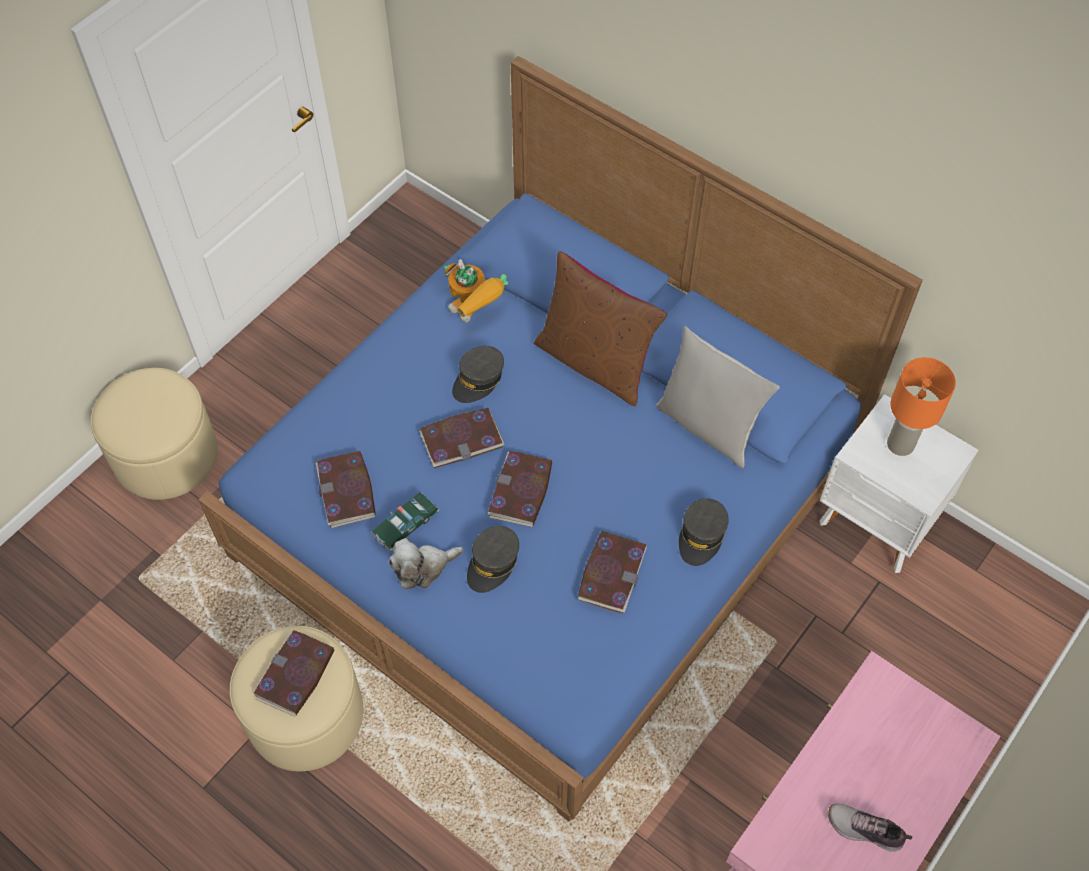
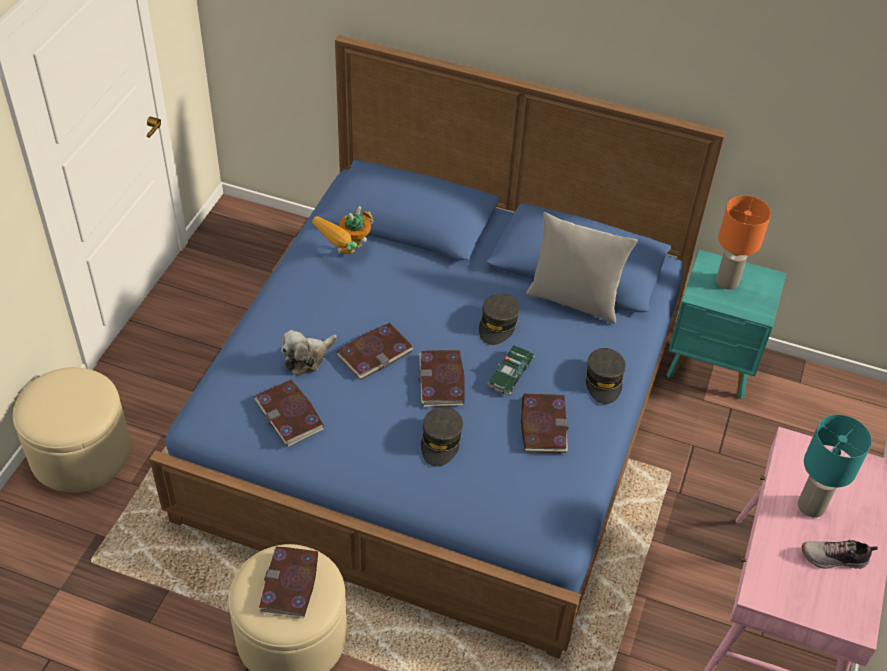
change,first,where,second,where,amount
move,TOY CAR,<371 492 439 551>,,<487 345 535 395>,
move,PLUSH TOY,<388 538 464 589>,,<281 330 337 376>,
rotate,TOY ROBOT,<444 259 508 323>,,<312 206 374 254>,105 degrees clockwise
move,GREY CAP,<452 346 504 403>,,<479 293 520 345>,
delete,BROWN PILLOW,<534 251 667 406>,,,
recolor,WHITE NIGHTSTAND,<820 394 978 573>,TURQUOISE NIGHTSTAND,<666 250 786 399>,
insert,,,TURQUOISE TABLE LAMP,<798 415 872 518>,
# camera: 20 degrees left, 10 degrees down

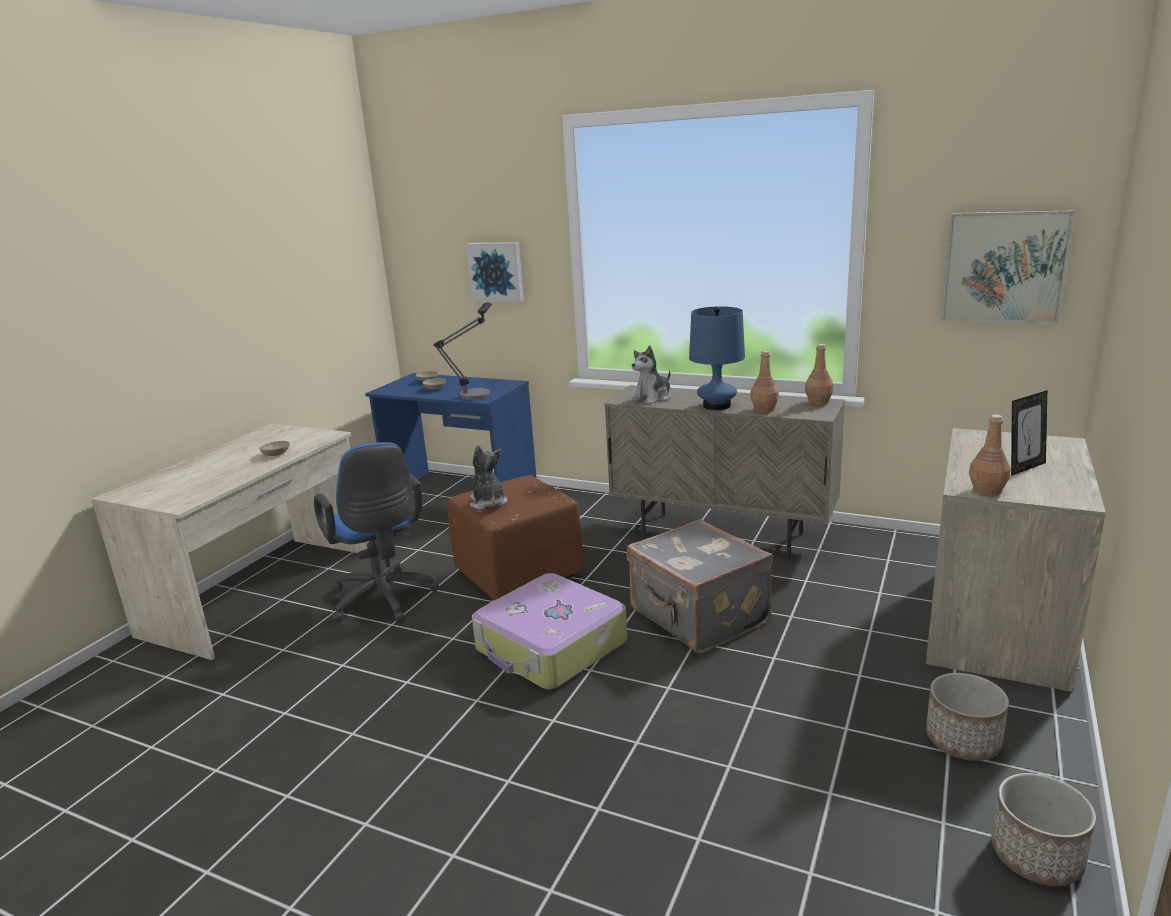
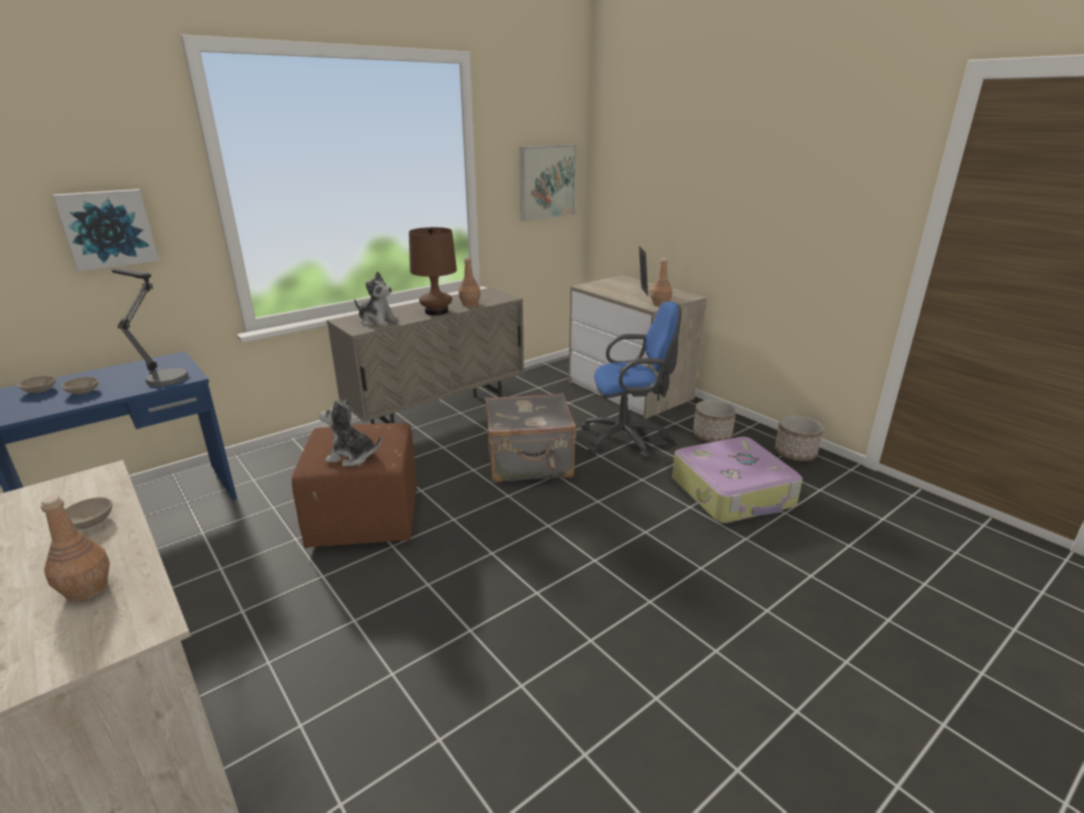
change,first,where,second,where,amount
move,BLUE OFFICE CHAIR,<314 442 439 623>,,<581 302 682 459>,
move,SUITCASE,<472 573 627 689>,,<672 437 803 523>,
rotate,PLUSH TOY,<631 345 671 405>,,<354 271 398 327>,45 degrees counterclockwise
recolor,BLUE TABLE LAMP,<689 306 745 410>,BROWN TABLE LAMP,<409 227 457 315>,
move,BROWN BOTTLE,<805 344 834 405>,,<41 495 110 602>,
# camera: 65 degrees left, 5 degrees up

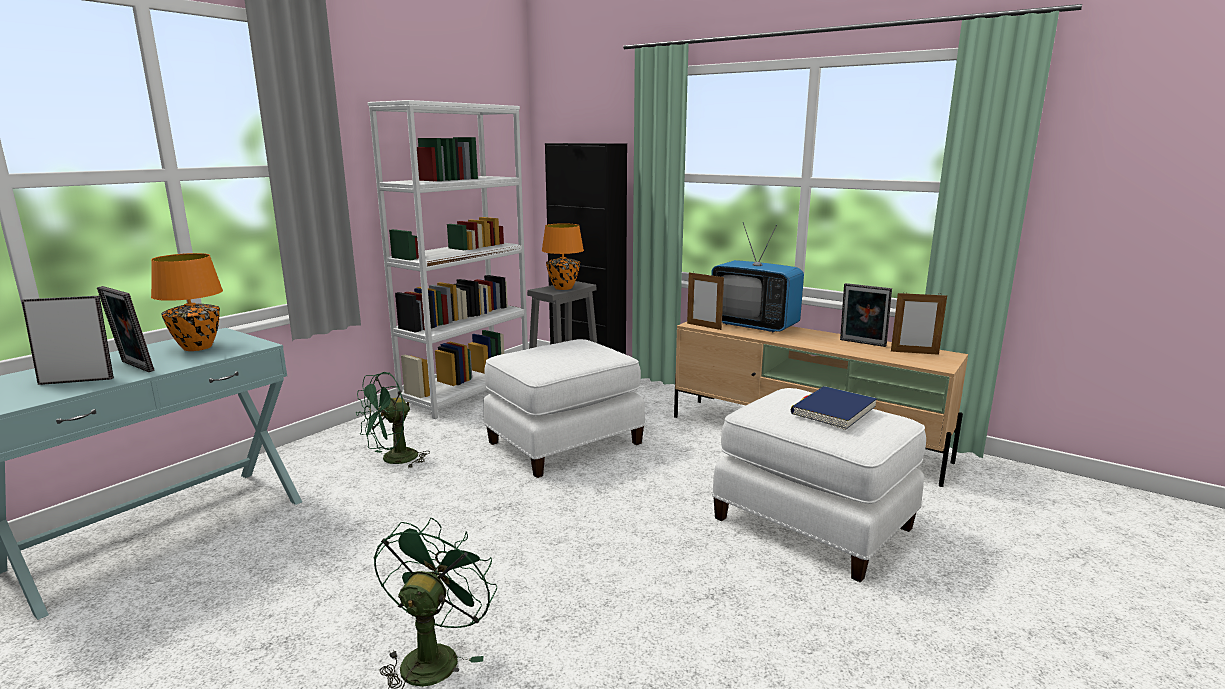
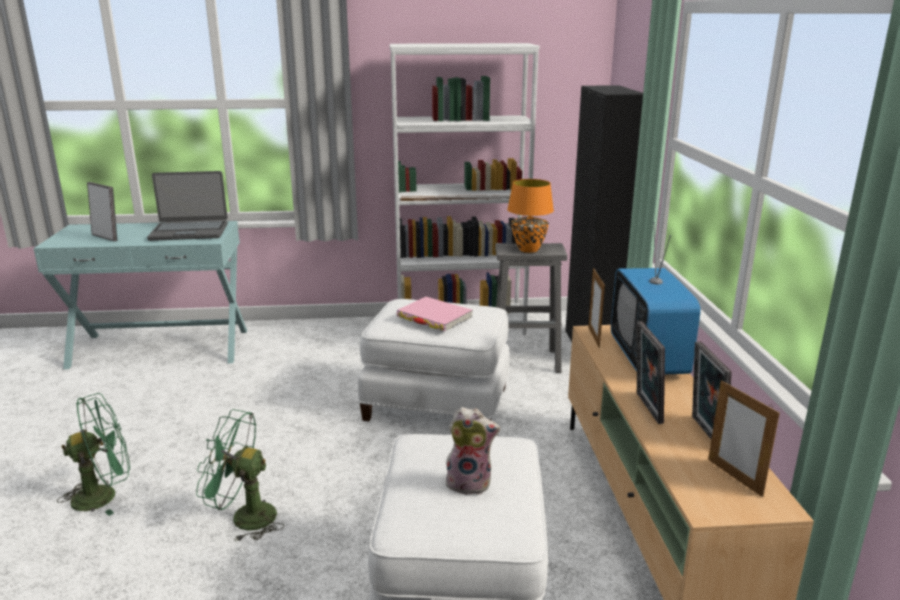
change,first,where,second,where,amount
move,PICTURE FRAME,<97 286 155 372>,,<637 321 665 424>,
replace,ORANGE TABLE LAMP,<151 253 223 351>,LAPTOP,<147 171 228 241>,
move,GREEN FAN,<356 372 430 468>,,<196 409 284 542>,
replace,BLUE BOOK,<790 386 877 430>,PLUSH TOY,<446 407 500 495>,
insert,,,PINK BOOK,<396 297 473 331>,
# camera: 50 degrees right, 5 degrees up

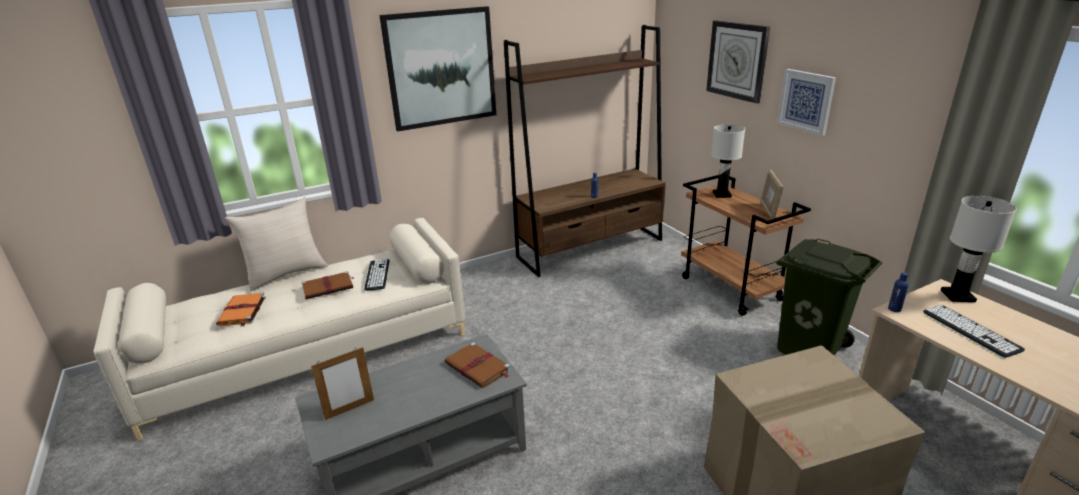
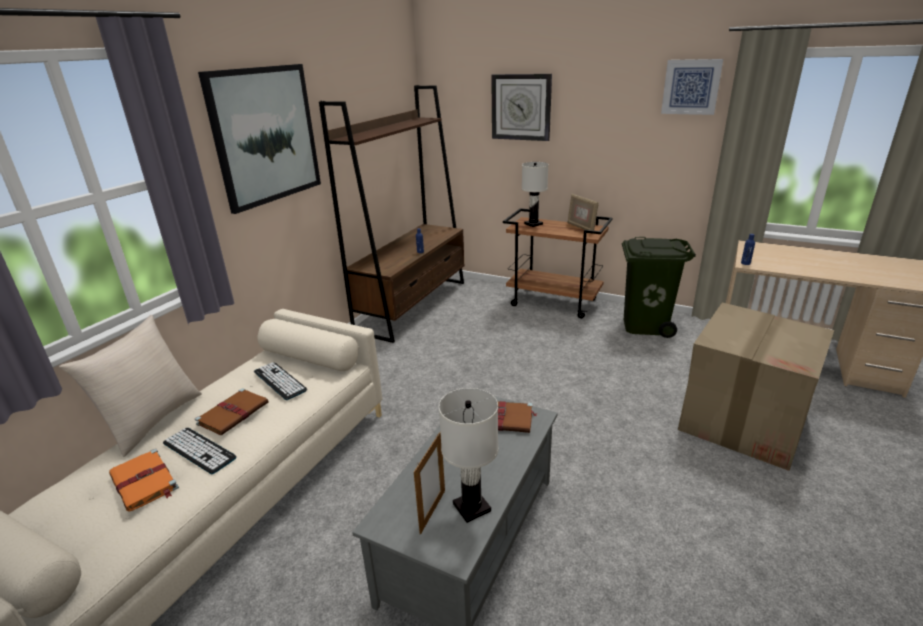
change,first,where,second,where,amount
move,PICTURE,<778 69 836 136>,,<661 59 723 115>,
move,KEYBOARD,<923 305 1025 358>,,<163 428 237 474>,
move,WHITE TABLE LAMP,<941 196 1017 302>,,<439 388 498 523>,
# camera: 35 degrees left, 0 degrees up

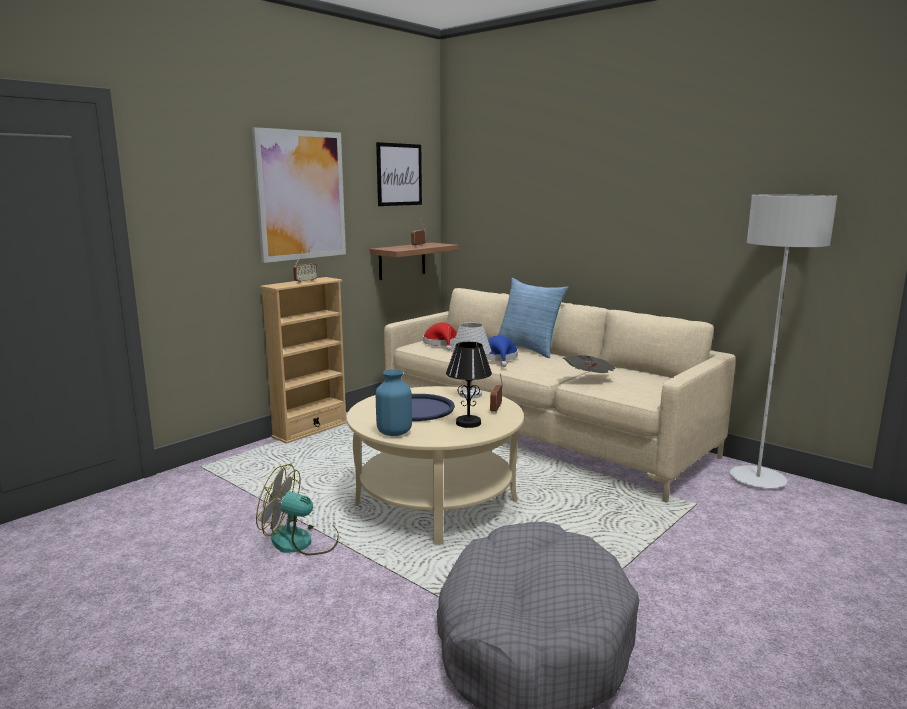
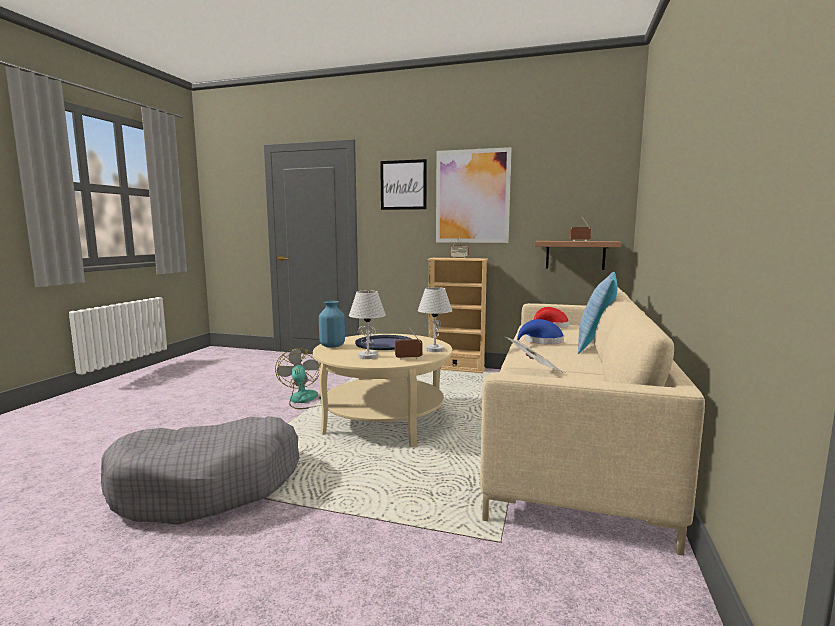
change,first,where,second,where,amount
move,PICTURE,<376 142 422 206>,,<380 159 427 210>,
recolor,BLACK TABLE LAMP,<446 342 492 428>,WHITE TABLE LAMP,<349 290 386 359>,
delete,GREY FLOOR LAMP,<730 194 837 488>,,,
# camera: 65 degrees right, 5 degrees down

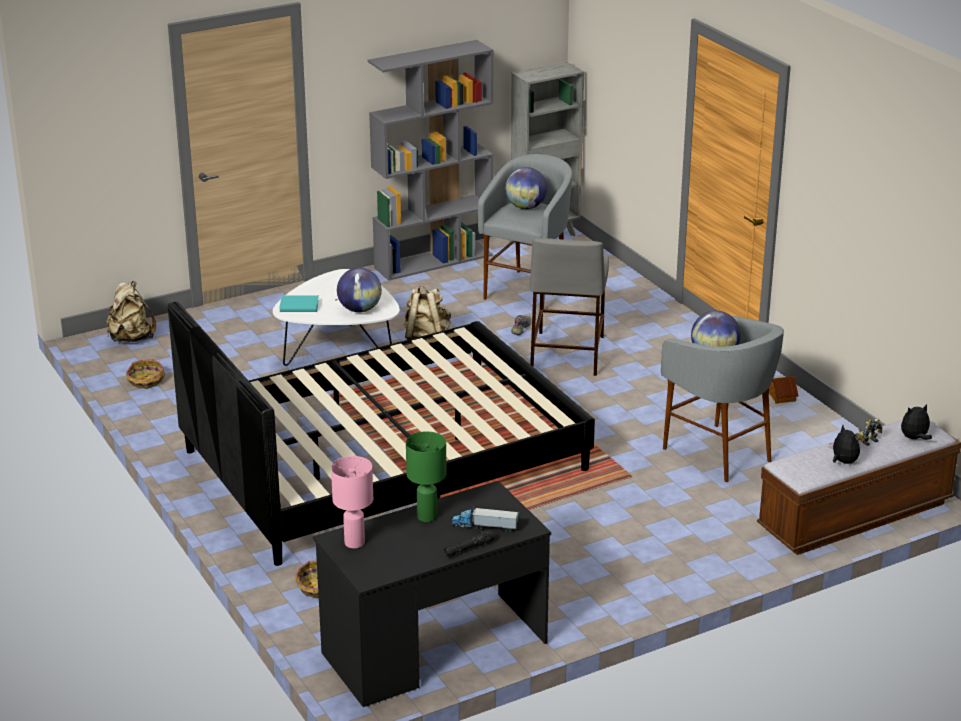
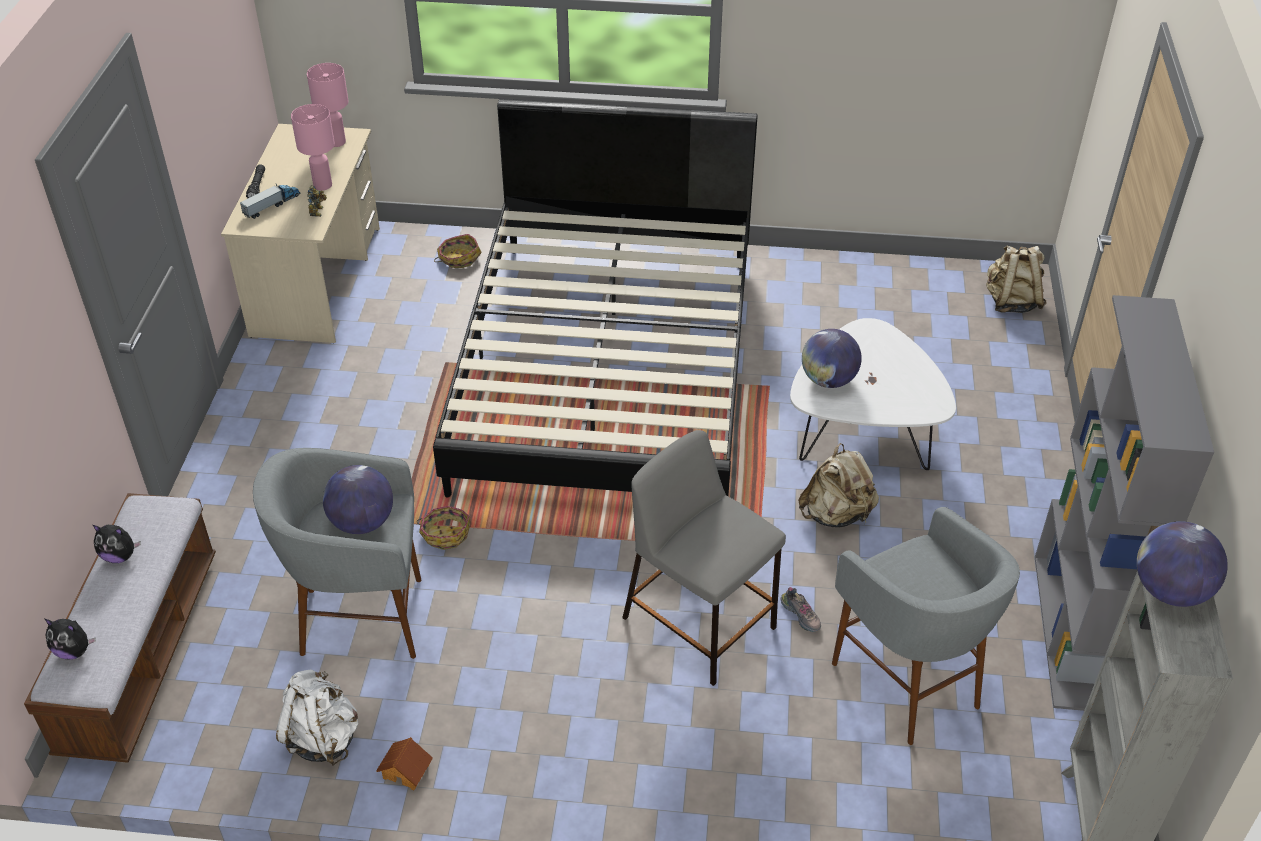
change,first,where,second,where,amount
move,BASKET,<126 359 165 389>,,<417 506 471 550>,
delete,TURQUOISE BOOK,<280 296 319 312>,,,
recolor,BLACK DESK,<313 481 551 707>,BEIGE DESK,<221 124 380 343>,
recolor,GREEN TABLE LAMP,<406 431 446 522>,PINK TABLE LAMP,<291 104 335 191>,
move,GLOBE,<505 167 547 209>,,<1137 521 1228 607>,
move,TOY ROBOT,<856 419 883 446>,,<307 185 327 217>,
rotate,PLUSH TOY,<901 404 932 440>,,<45 619 96 660>,90 degrees clockwise
insert,,,WHITE BACKPACK,<276 669 359 765>,
# camera: 125 degrees right, 15 degrees up

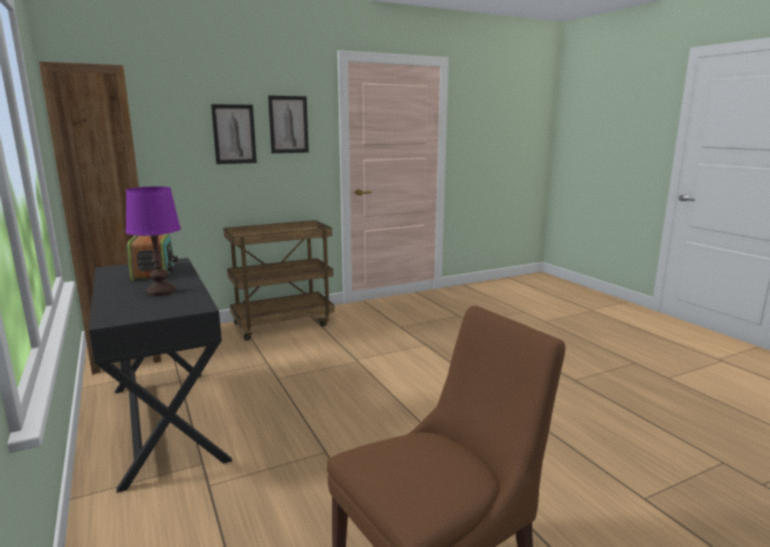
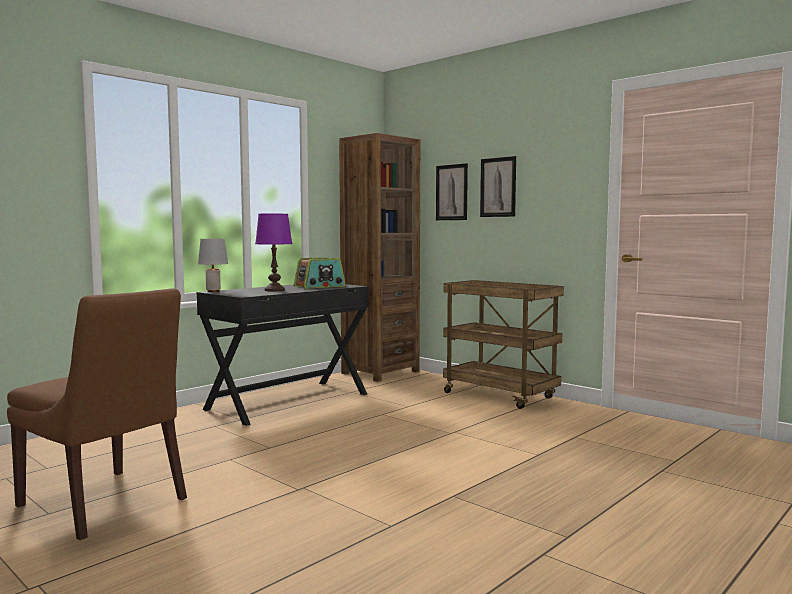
change,first,where,second,where,amount
move,PICTURE,<268 95 309 153>,,<436 163 468 220>,
insert,,,GREY TABLE LAMP,<198 239 228 292>,
# camera: 70 degrees right, 10 degrees down

